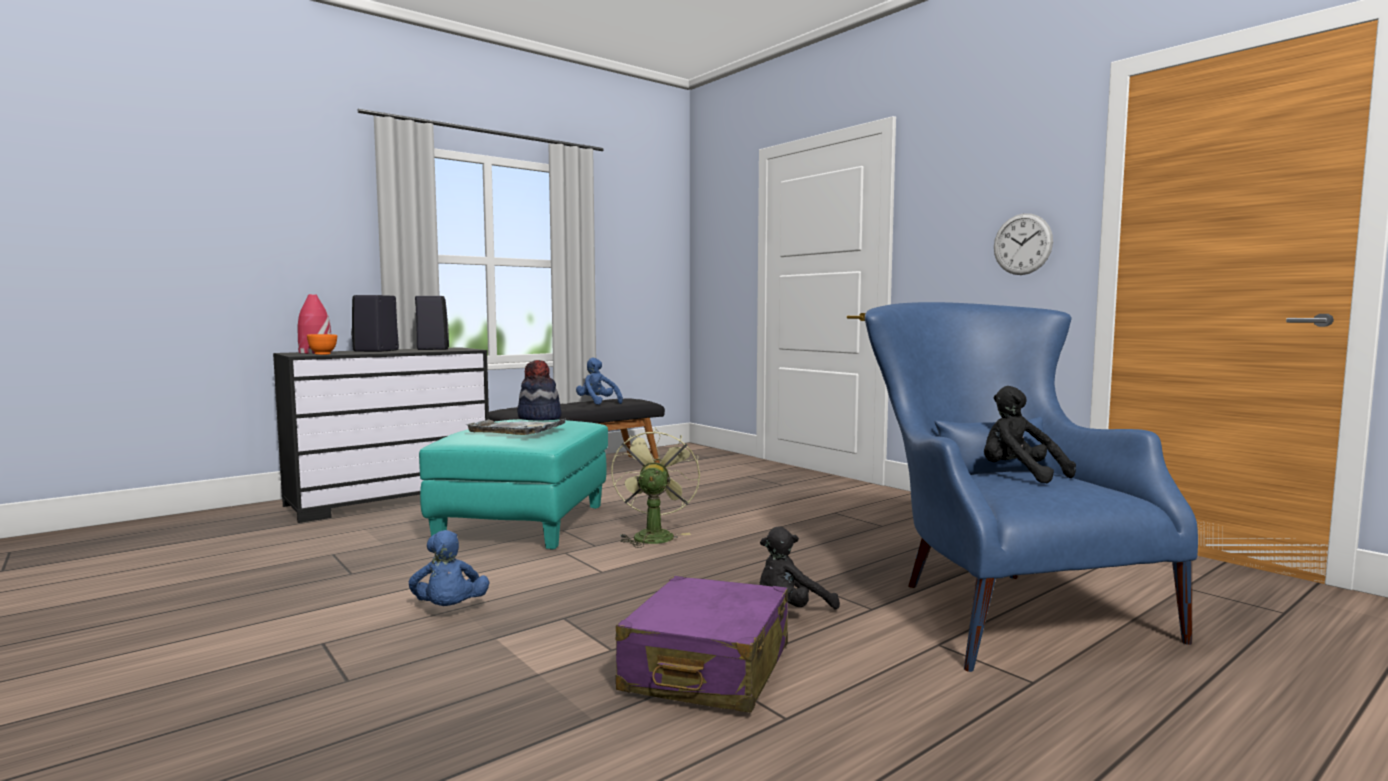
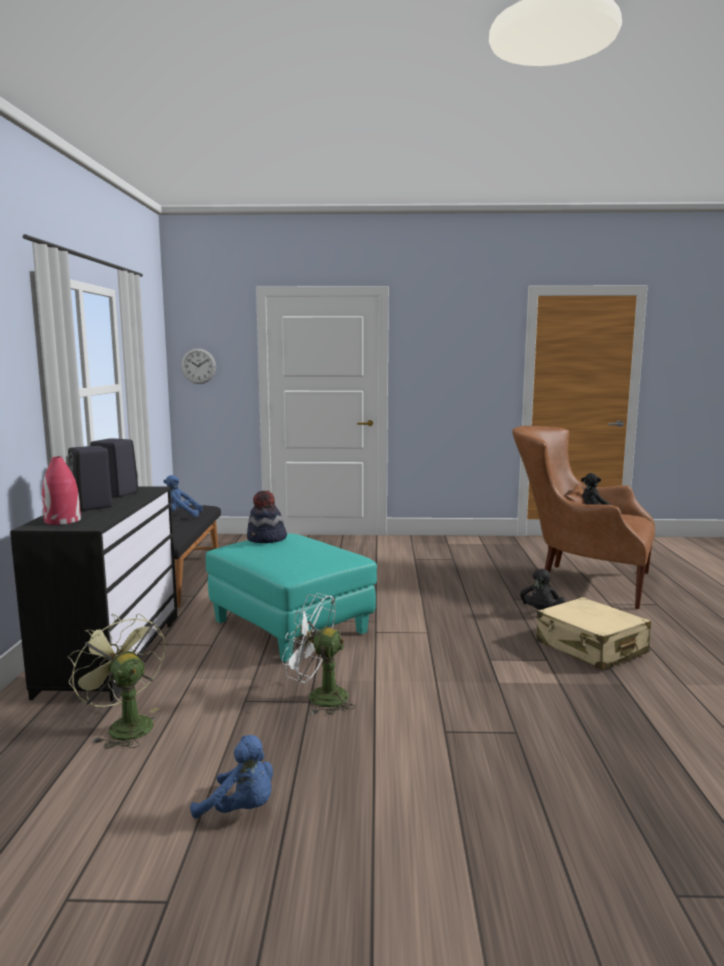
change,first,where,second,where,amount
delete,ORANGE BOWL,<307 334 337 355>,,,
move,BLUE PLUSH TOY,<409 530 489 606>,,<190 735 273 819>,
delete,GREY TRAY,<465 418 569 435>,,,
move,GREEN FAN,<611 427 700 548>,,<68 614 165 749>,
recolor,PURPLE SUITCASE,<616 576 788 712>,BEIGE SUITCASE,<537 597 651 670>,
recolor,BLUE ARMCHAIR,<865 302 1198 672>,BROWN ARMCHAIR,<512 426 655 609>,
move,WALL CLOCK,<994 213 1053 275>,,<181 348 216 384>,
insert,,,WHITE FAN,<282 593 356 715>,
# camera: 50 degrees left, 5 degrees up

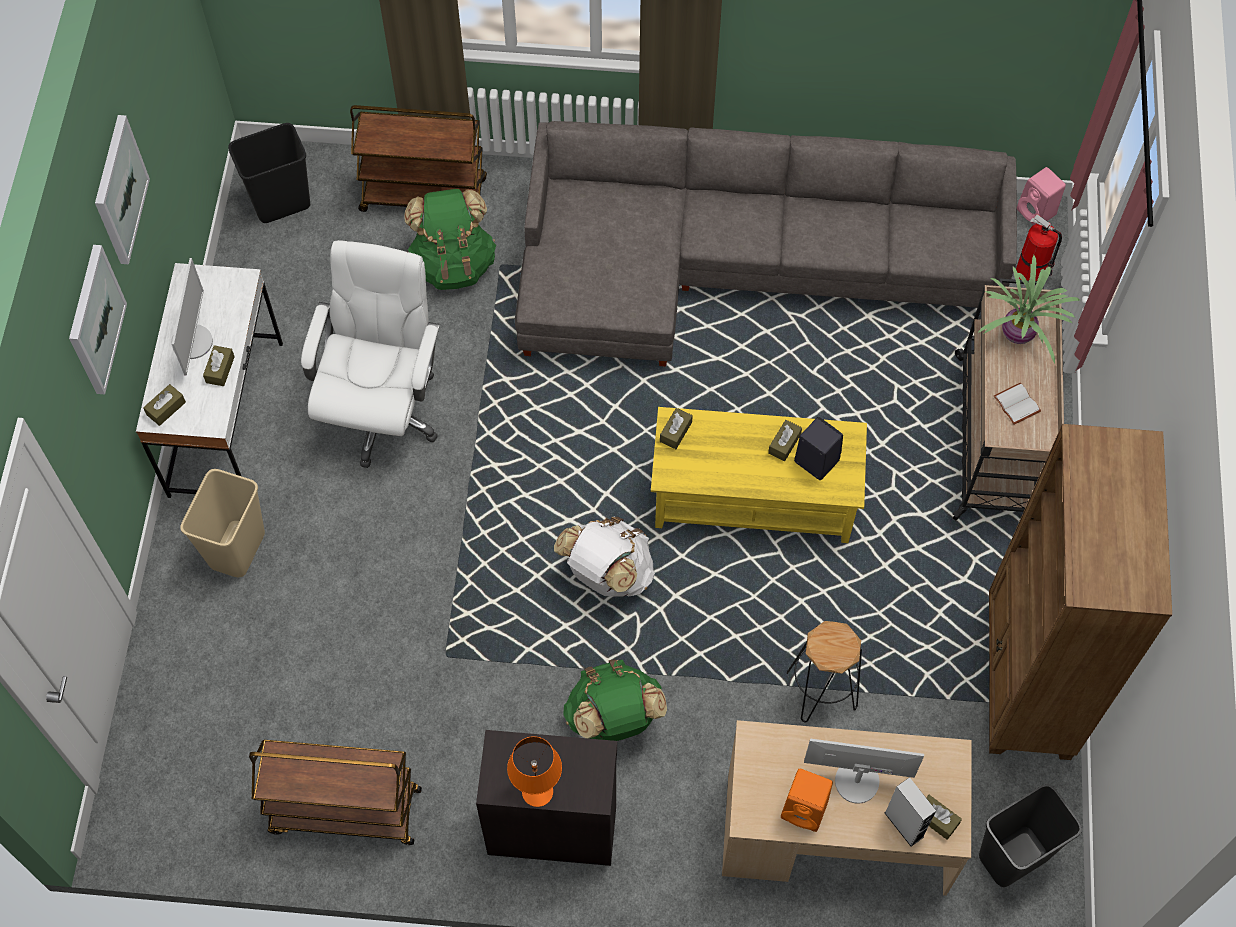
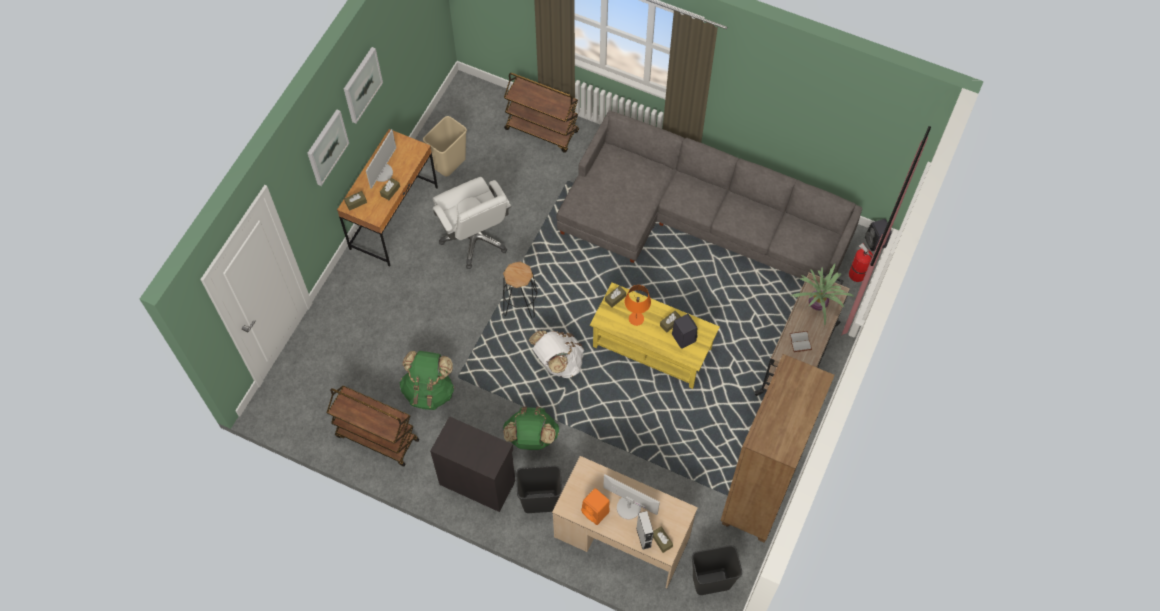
change,first,where,second,where,amount
recolor,WHITE DESK,<136 263 283 498>,BROWN DESK,<337 129 438 267>,
move,BEIGE TRASH CAN,<180 469 265 577>,,<423 116 467 176>,
move,BLACK TRASH CAN,<228 123 310 223>,,<516 466 562 513>,
rotate,WHITE OFFICE CHAIR,<301 240 440 468>,,<433 177 511 269>,120 degrees clockwise
move,GREEN BACKPACK,<405 189 496 290>,,<400 351 455 410>,
move,ORANGE TABLE LAMP,<507 736 562 807>,,<625 285 651 326>,
move,BLACK STOOL,<786 621 862 723>,,<503 262 537 319>,
recolor,PINK SPEAKER,<1017 167 1066 225>,BLACK SPEAKER,<865 219 892 251>,
# camera: 20 degrees right, 0 degrees up

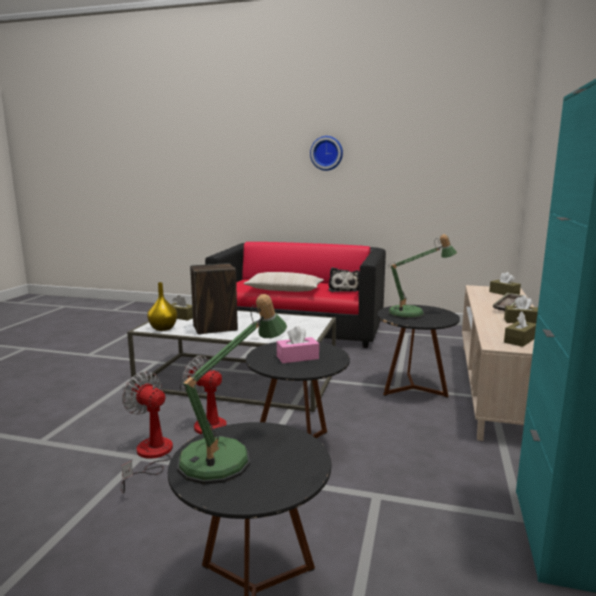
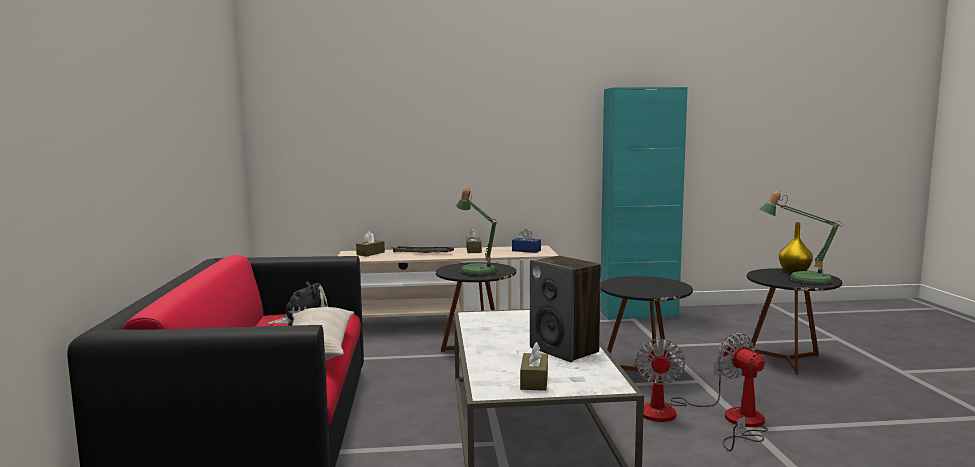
change,first,where,second,where,amount
rotate,FAN,<121 371 173 494>,,<717 333 768 451>,135 degrees clockwise
move,YELLOW VASE,<147 282 177 331>,,<779 222 813 273>,
delete,PINK TISSUE BOX,<277 326 319 363>,,,
delete,WALL CLOCK,<310 136 343 171>,,,
recolor,BROWN TISSUE BOX,<504 312 536 347>,BLUE TISSUE BOX,<512 229 541 253>,
# camera: 110 degrees left, 5 degrees down

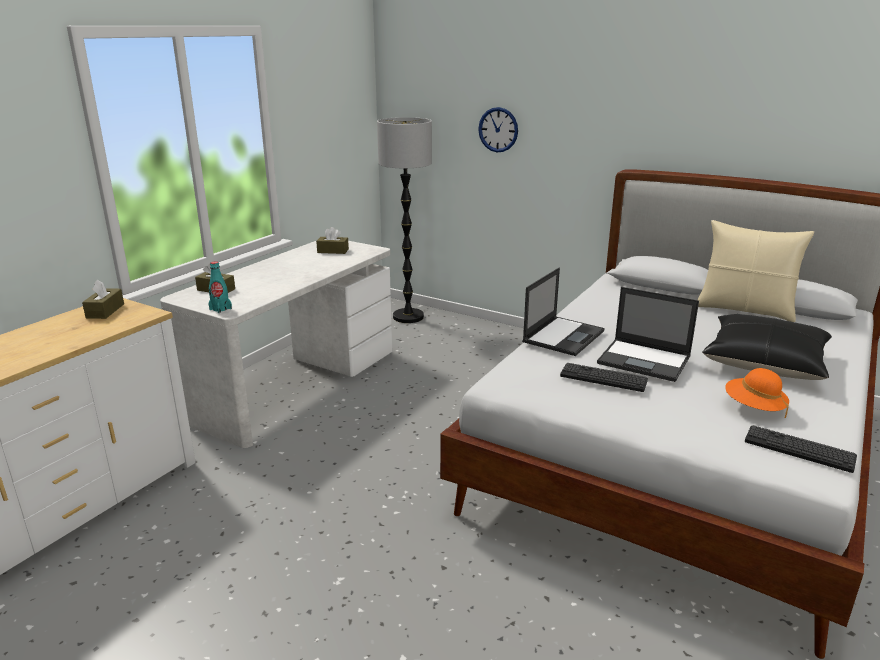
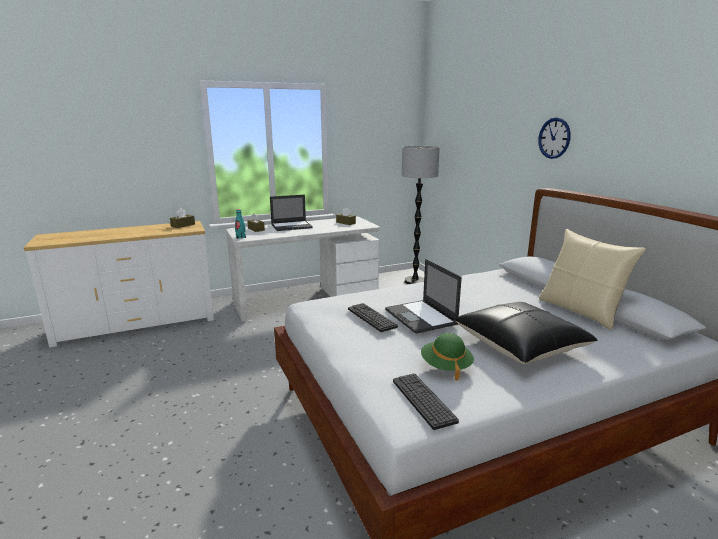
change,first,where,second,where,amount
move,WALL CLOCK,<478 107 518 152>,,<538 117 571 159>,
move,LAPTOP,<522 267 605 356>,,<270 195 313 231>,
recolor,ORANGE HAT,<725 368 789 418>,GREEN HAT,<421 333 474 381>,
# camera: 35 degrees right, 5 degrees down

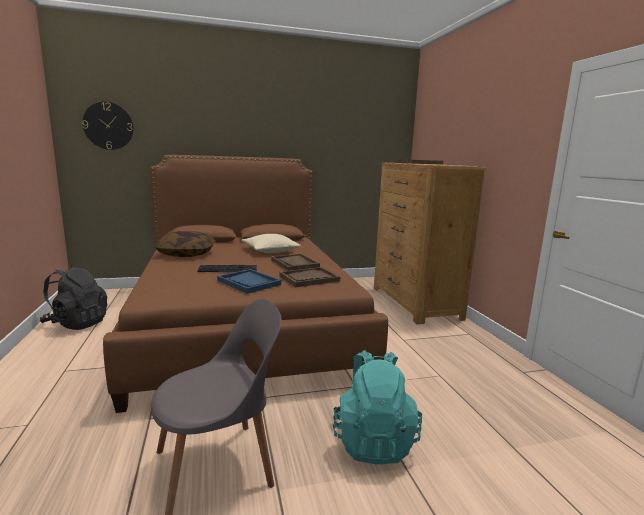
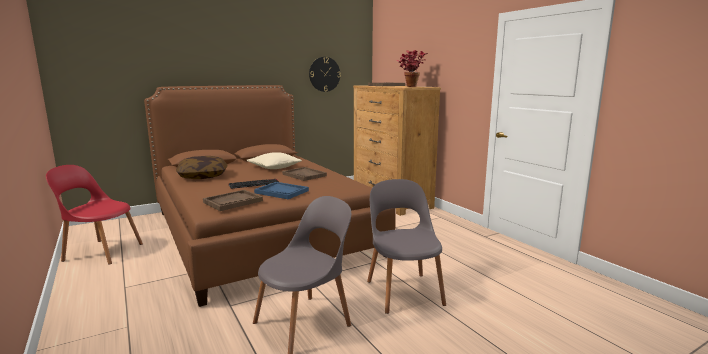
change,first,where,second,where,amount
replace,BLACK BACKPACK,<39 266 107 330>,RED CHAIR,<46 165 143 265>,
move,WALL CLOCK,<82 102 133 150>,,<309 57 341 92>,
move,BROWN TRAY,<279 267 340 287>,,<203 190 263 211>,
replace,TURQUOISE BACKPACK,<333 350 422 464>,GREY CHAIR,<367 179 446 314>,
insert,,,POTTED PLANT,<396 50 428 87>,
# camera: 15 degrees left, 0 degrees up

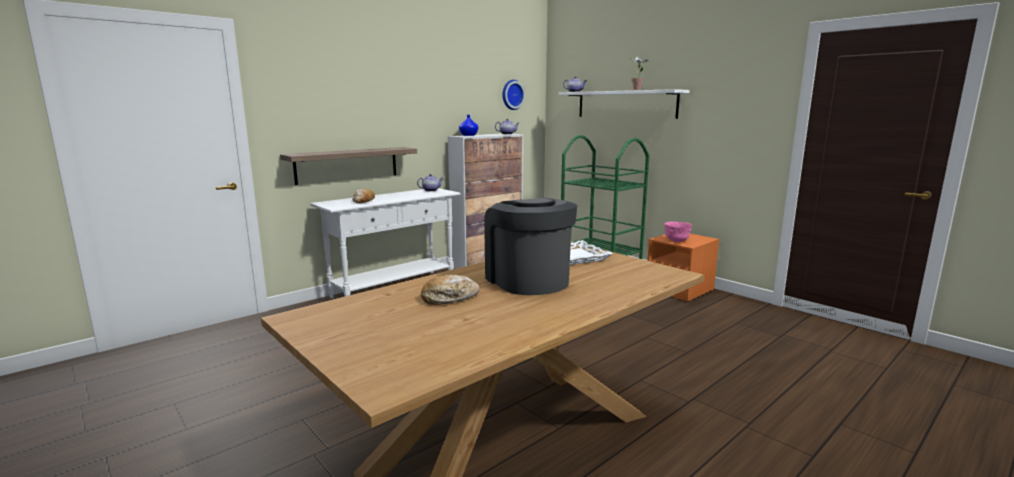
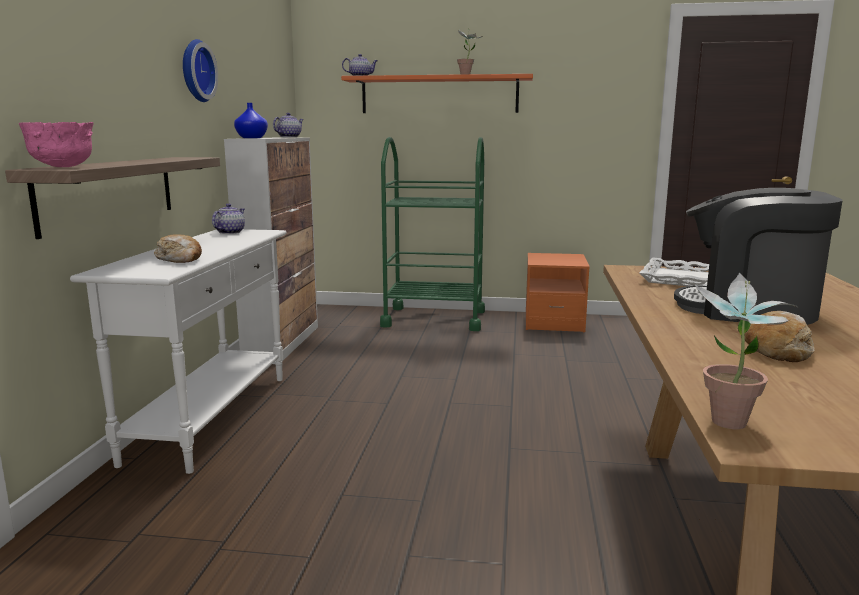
change,first,where,second,where,amount
move,WALL CLOCK,<502 80 525 110>,,<183 39 218 102>,
recolor,WHITE SHELF,<559 89 690 119>,ORANGE SHELF,<341 74 533 113>,
move,PINK BOWL,<664 222 692 242>,,<18 122 93 167>,
insert,,,POTTED PLANT,<694 272 797 429>,
# camera: 40 degrees left, 0 degrees up

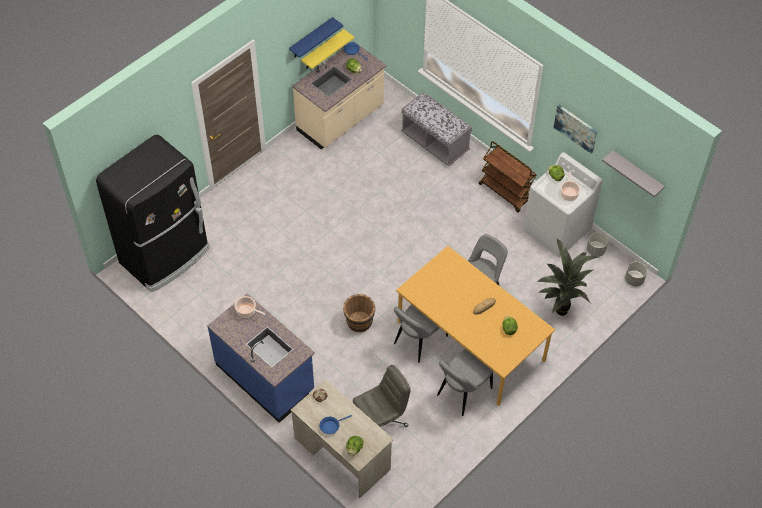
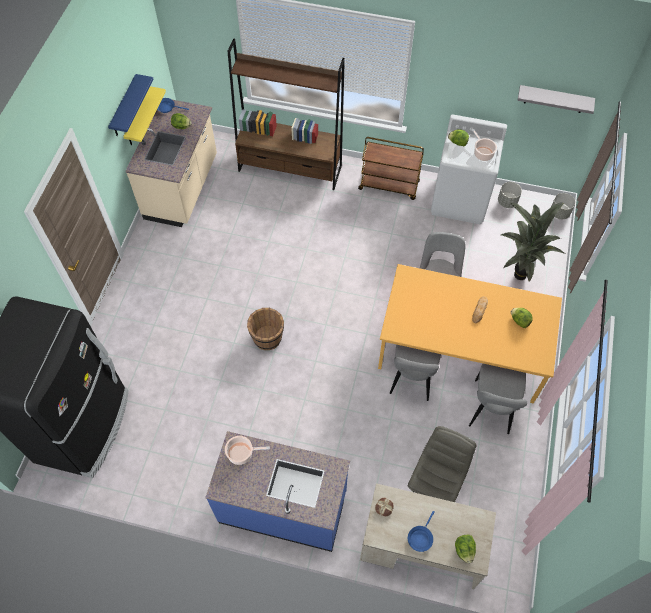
change,first,where,second,where,amount
move,BROWN BUCKET,<343 294 375 333>,,<247 308 284 350>,
replace,GREY BENCH,<401 92 472 166>,BROWN BOOKCASE,<228 38 345 190>,
delete,PICTURE,<553 105 598 154>,,,
# camera: 30 degrees left, 5 degrees up

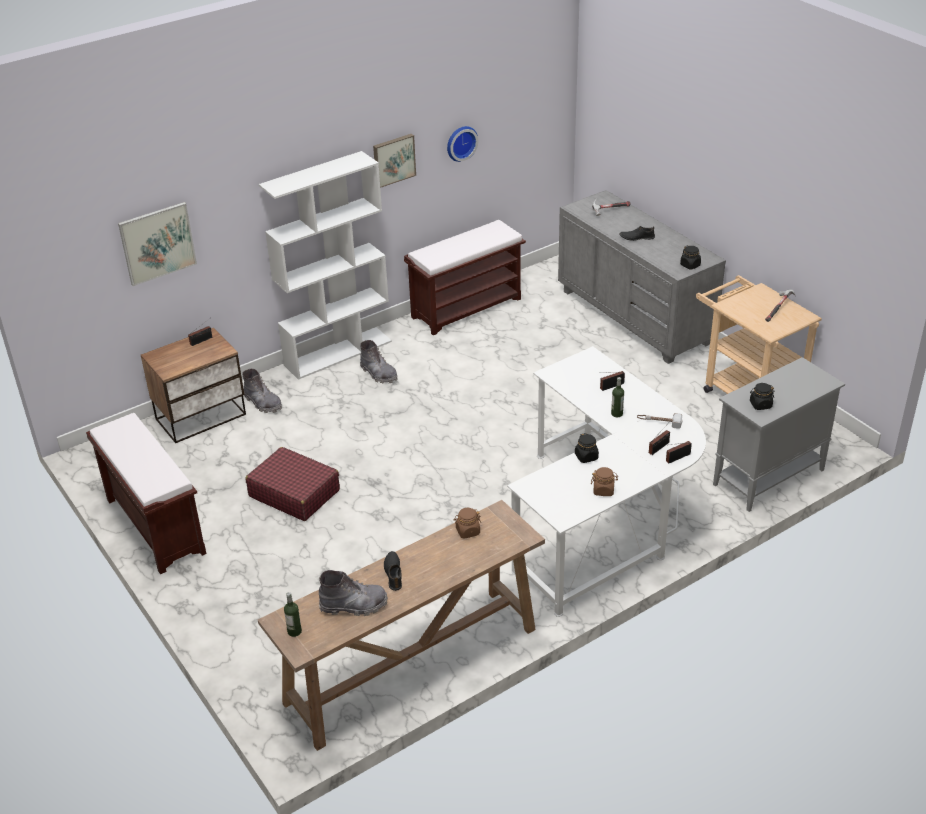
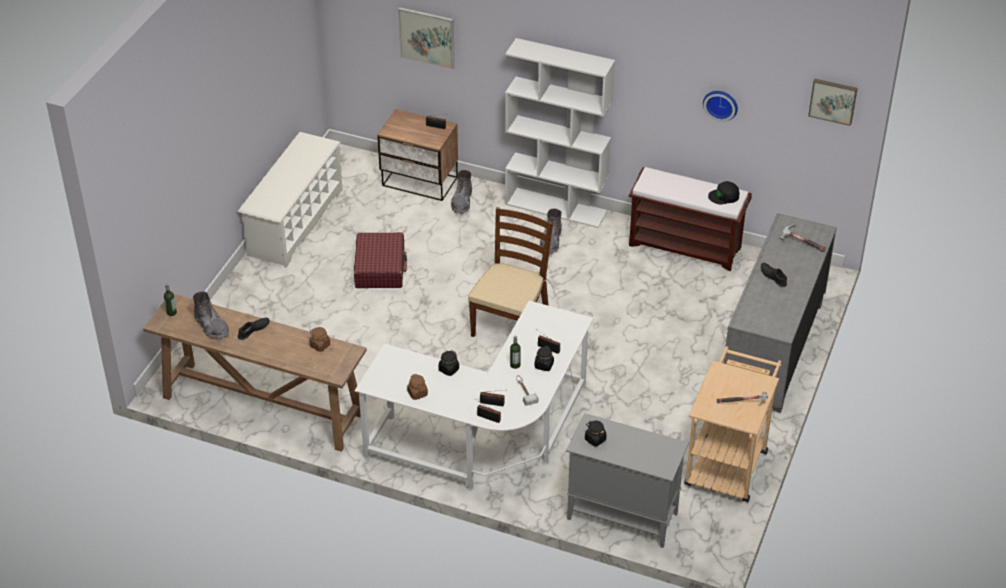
change,first,where,second,where,amount
replace,BROWN BENCH,<86 413 206 574>,WHITE SHOE RACK,<238 132 343 268>,
move,PICTURE,<373 134 416 188>,,<808 79 857 126>,
move,BLACK JAR,<680 245 701 270>,,<534 346 554 371>,
insert,,,BROWN CHAIR,<468 207 554 337>,
insert,,,BLACK CAP,<708 181 739 204>,
# camera: 55 degrees right, 5 degrees up

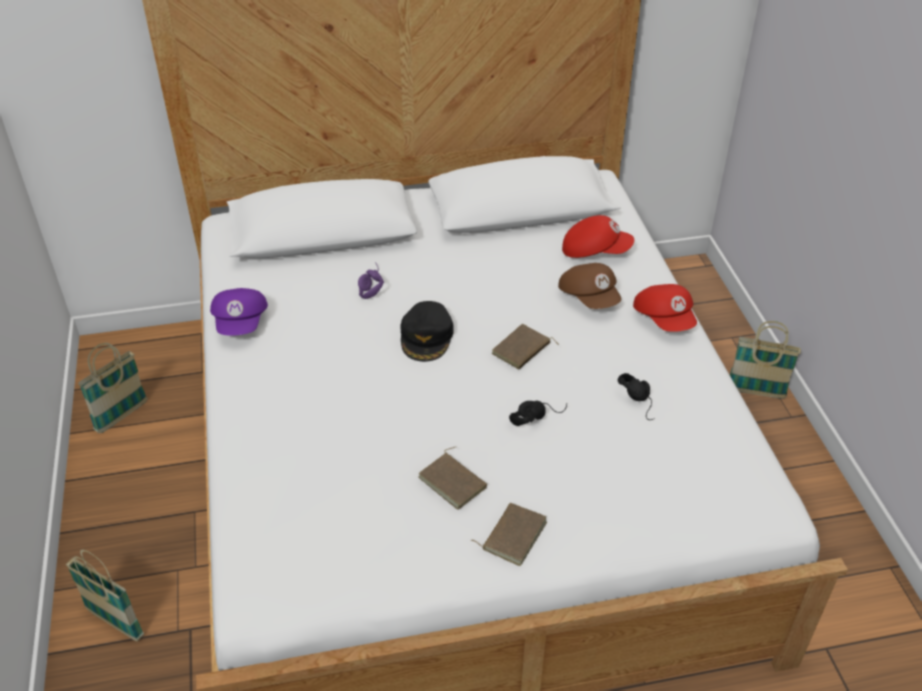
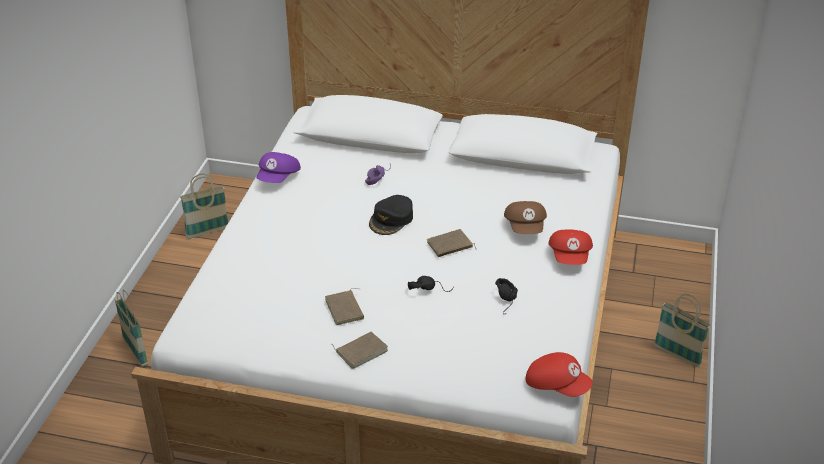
change,first,where,second,where,amount
move,RED CAP,<562 215 634 258>,,<526 352 593 397>,
# camera: 25 degrees right, 5 degrees down

